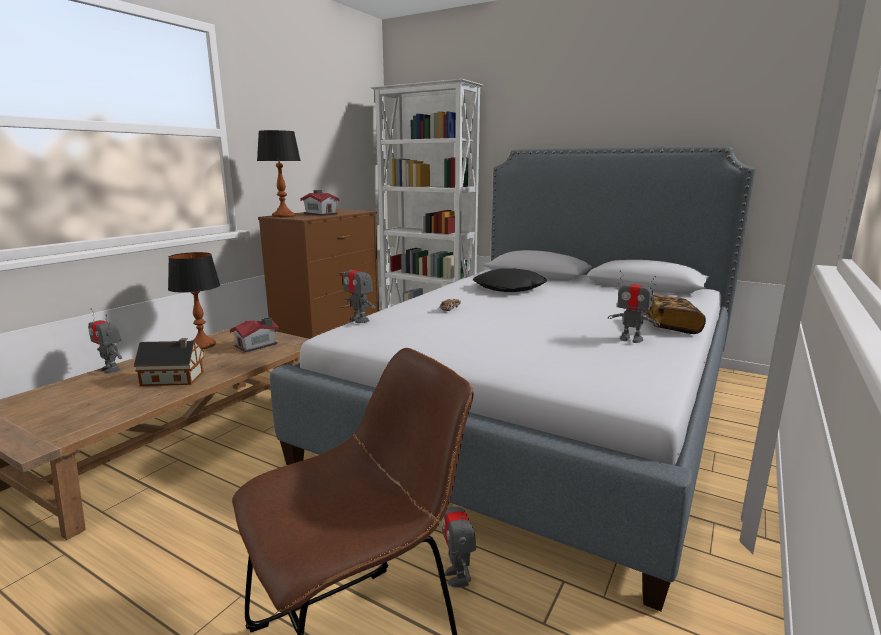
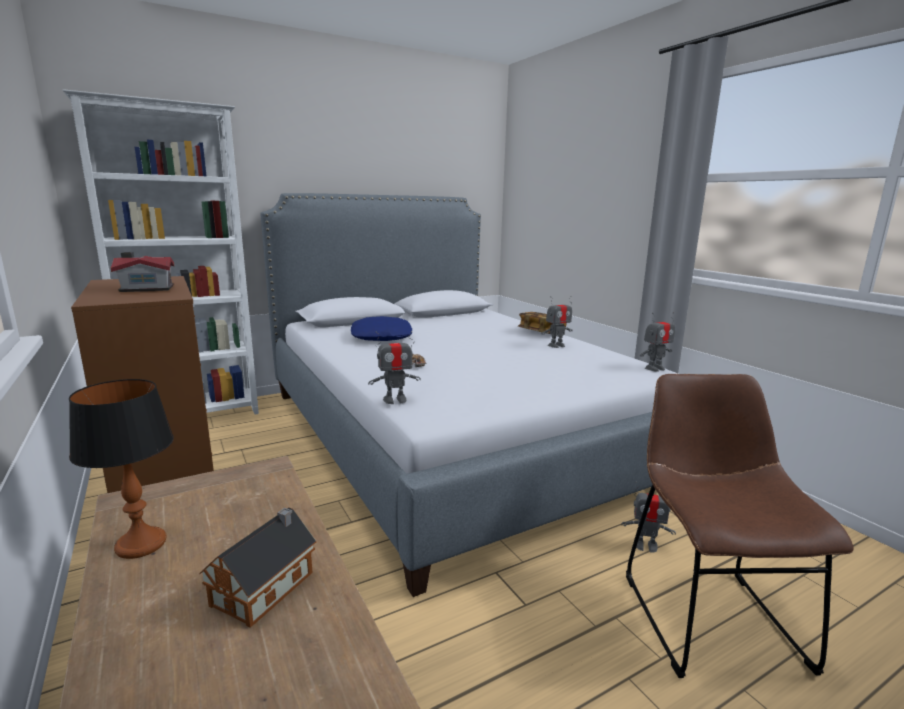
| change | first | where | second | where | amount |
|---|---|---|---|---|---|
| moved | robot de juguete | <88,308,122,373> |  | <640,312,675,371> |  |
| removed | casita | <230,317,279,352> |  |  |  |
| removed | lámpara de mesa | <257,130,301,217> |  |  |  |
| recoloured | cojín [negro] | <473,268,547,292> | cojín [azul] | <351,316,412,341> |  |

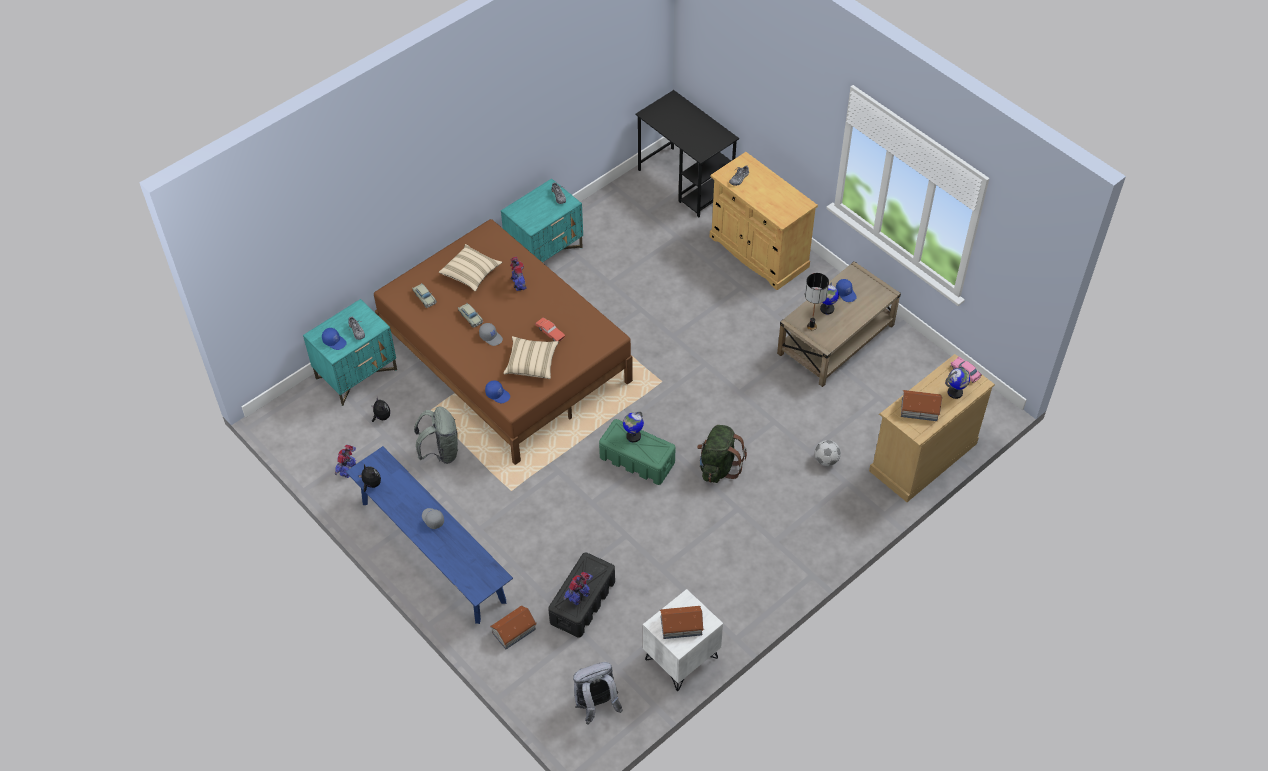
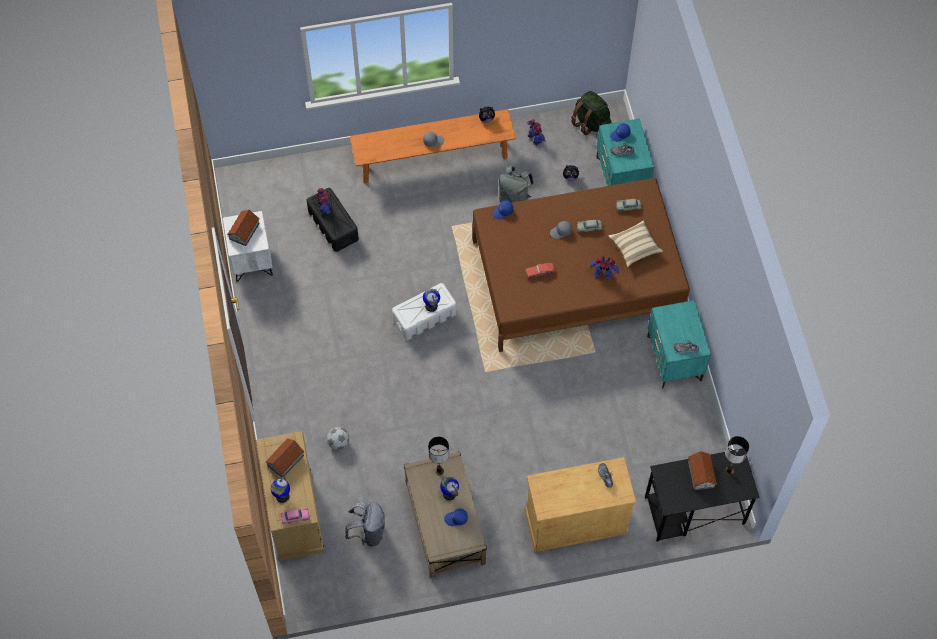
| change | first | where | second | where | amount |
|---|---|---|---|---|---|
| recoloured | banco [azul] | <346,446,513,624> | banco [naranja] | <350,109,516,184> |  |
| moved | casita | <490,606,537,649> |  | <688,451,717,490> |  |
| removed | cojín [beis] | <503,336,559,379> |  |  |  |
| moved | mochila [gris] | <573,662,623,725> |  | <345,502,385,547> |  |
| recoloured | caja de almacenaje [verde] | <599,419,676,485> | caja de almacenaje [blanco] | <392,283,456,340> |  |
| moved | mochila [verde] | <697,425,747,483> |  | <571,91,611,135> |  |
| added |  |  | lámpara de mesa | <724,436,749,476> |  |

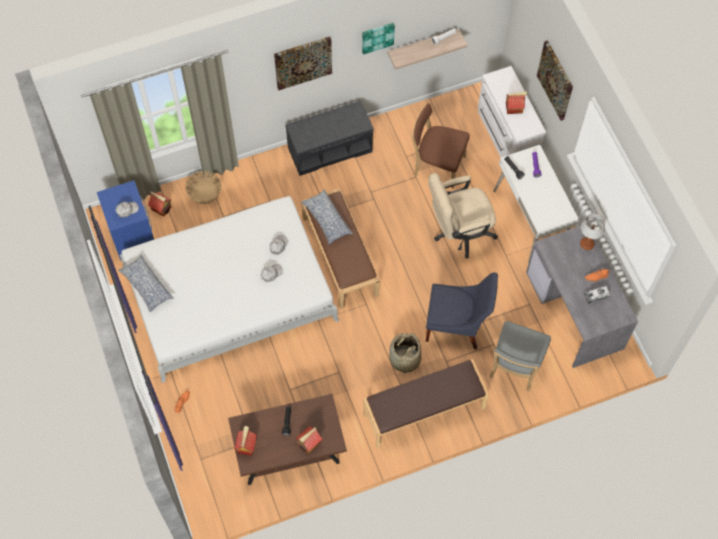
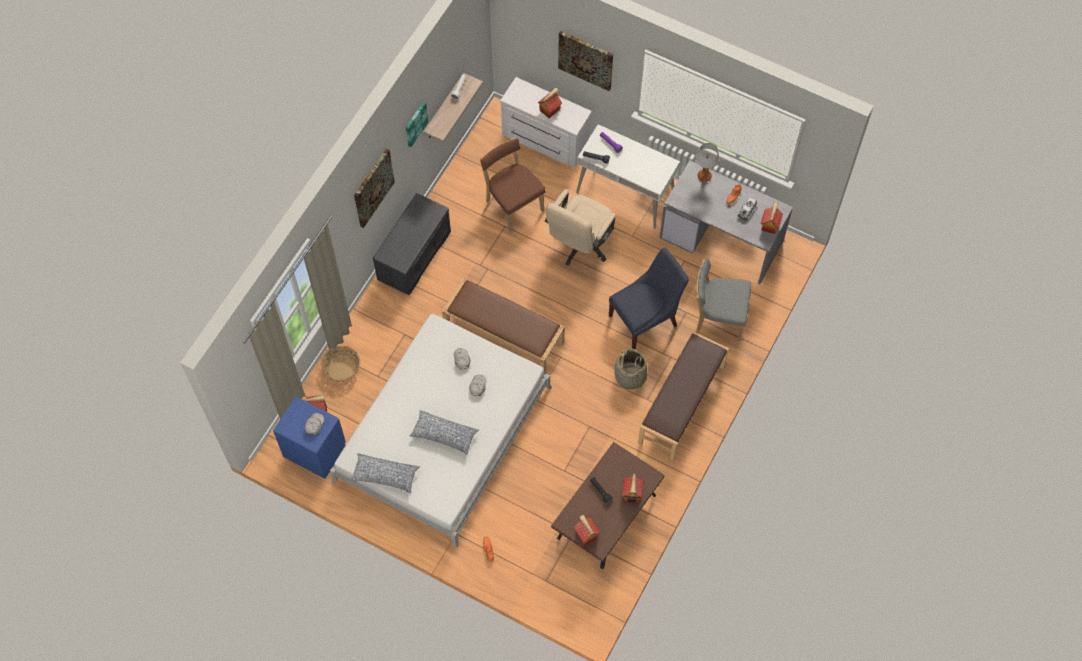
| change | first | where | second | where | amount |
|---|---|---|---|---|---|
| moved | cojín | <301,189,353,245> |  | <410,410,479,455> |  |
| turned | silla [marrón] | <412,103,470,189> |  | <480,138,545,232> | 75 degrees clockwise |
| turned | silla [gris] | <490,321,551,391> |  | <696,258,752,341> | 120 degrees clockwise |
| added |  |  | casita | <761,202,783,234> |  |

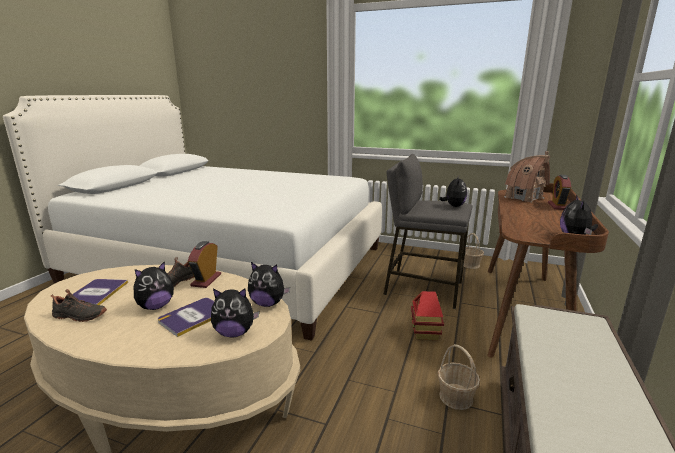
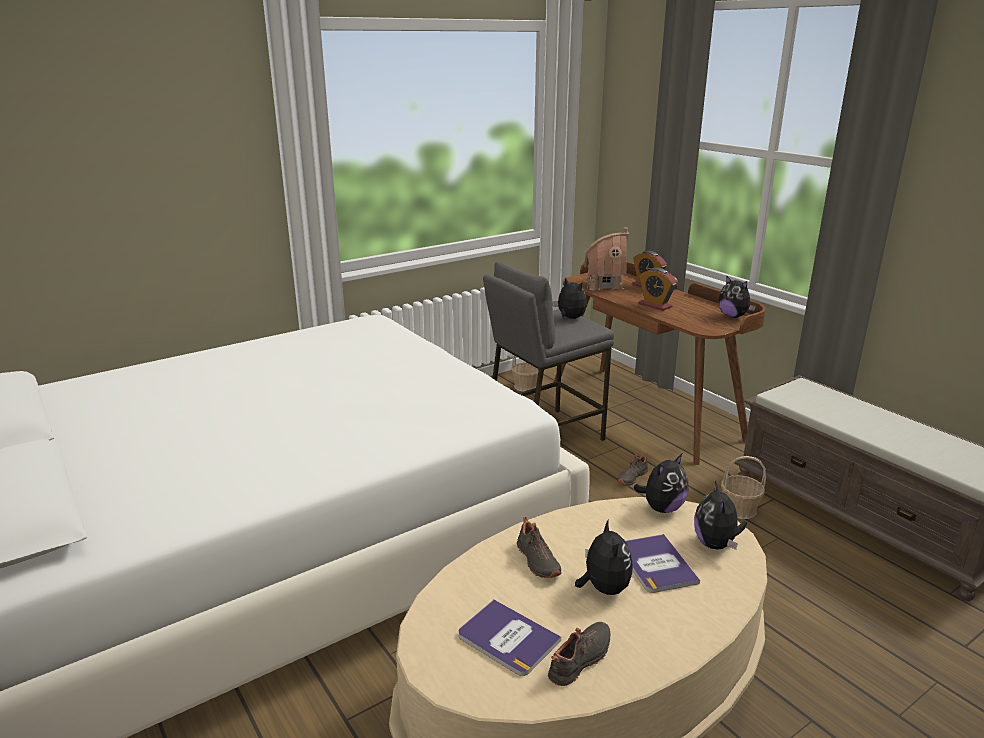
| change | first | where | second | where | amount |
|---|---|---|---|---|---|
| moved | despertador | <188,241,221,288> |  | <639,267,677,311> |  |
| turned | peluche | <211,288,259,338> |  | <694,481,747,550> | 150 degrees clockwise |
| replaced | casita | <411,291,444,340> | zapato [negro] | <617,453,648,486> |  |

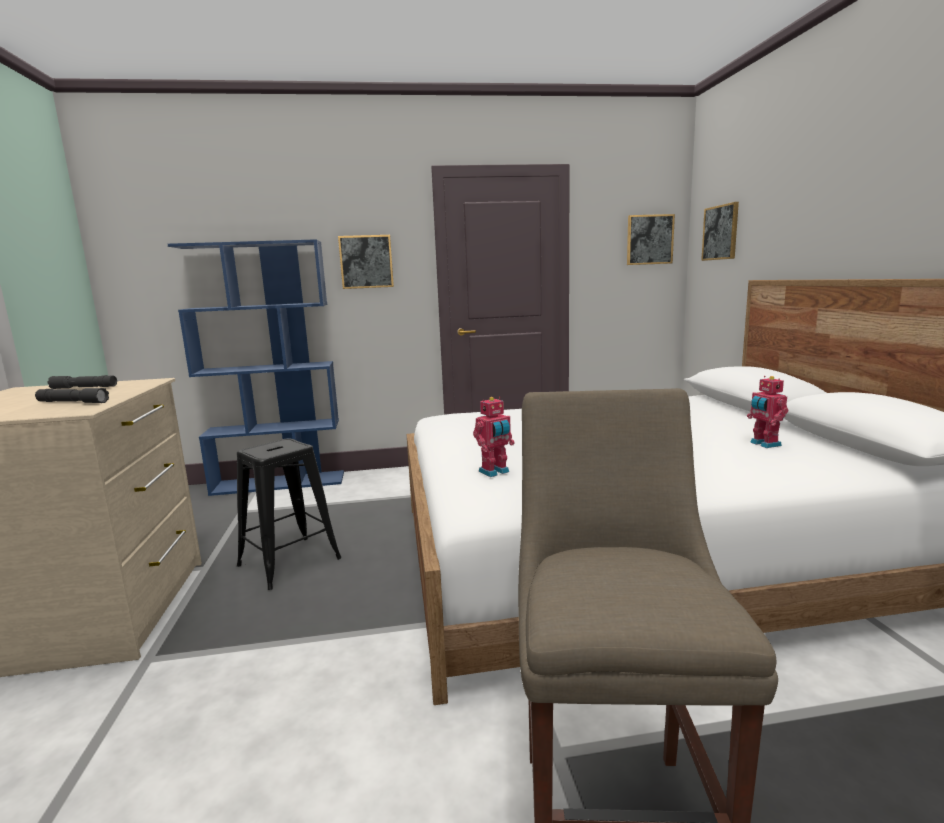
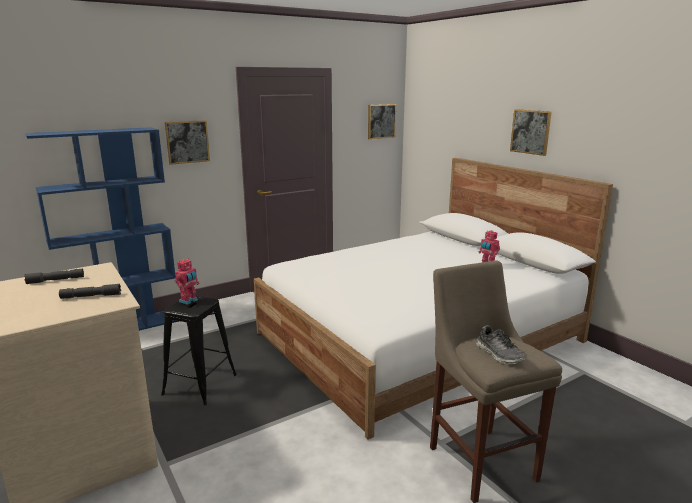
| change | first | where | second | where | amount |
|---|---|---|---|---|---|
| moved | robot de juguete | <473,397,515,477> |  | <174,258,200,305> |  |
| moved | cuadro | <701,202,739,261> |  | <510,109,552,156> |  |
| added |  |  | zapato | <476,325,526,364> |  |

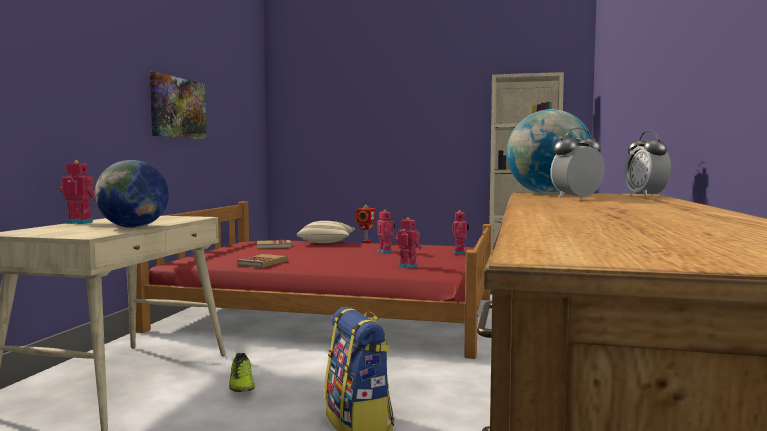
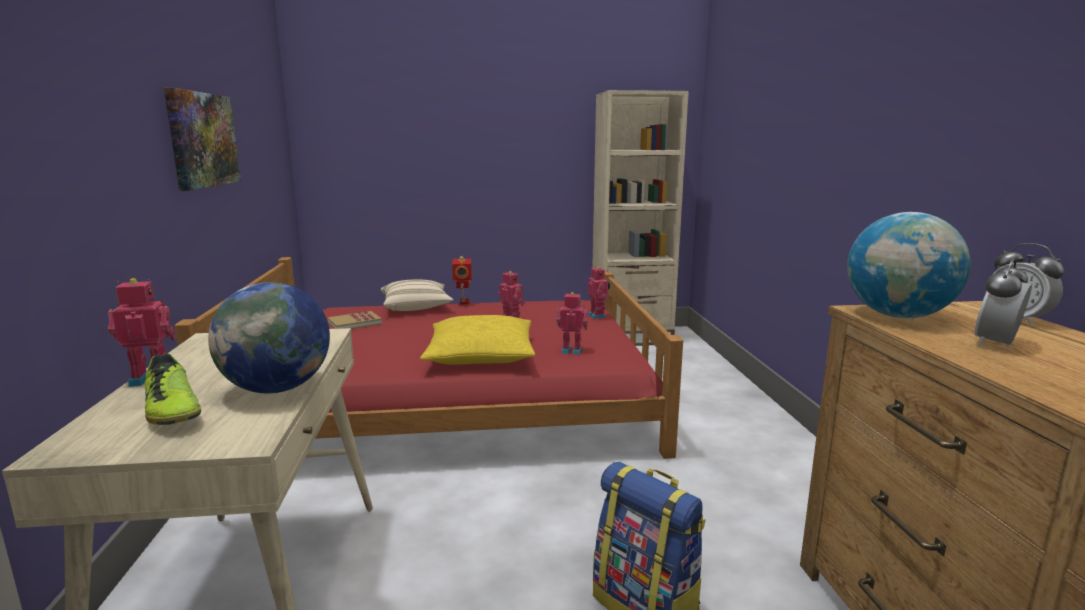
| change | first | where | second | where | amount |
|---|---|---|---|---|---|
| moved | zapato | <229,353,255,392> |  | <145,354,201,425> |  |
| removed | libro | <237,254,287,268> |  |  |  |
| added |  |  | cojín [amarillo] | <420,315,535,365> |  |

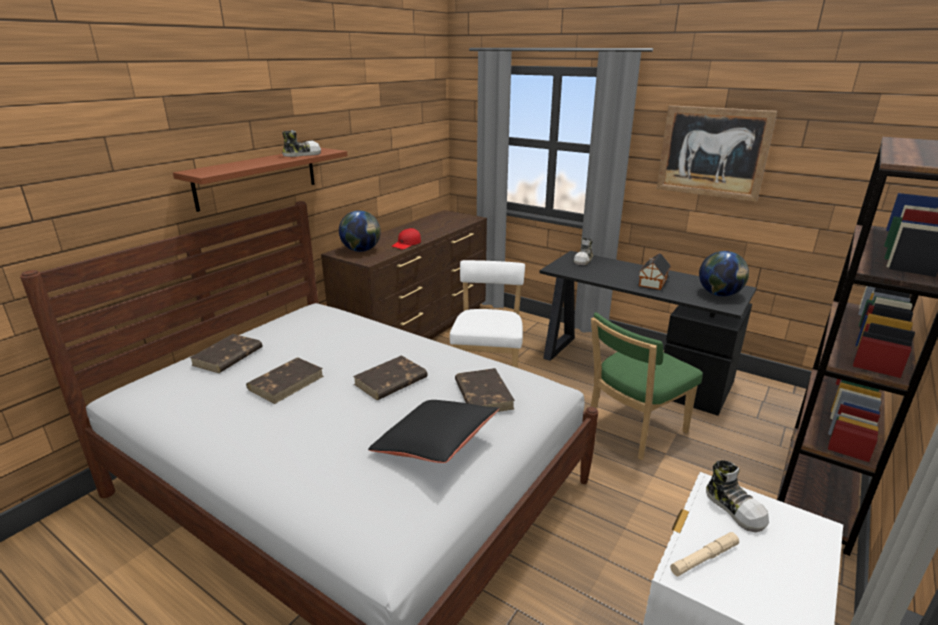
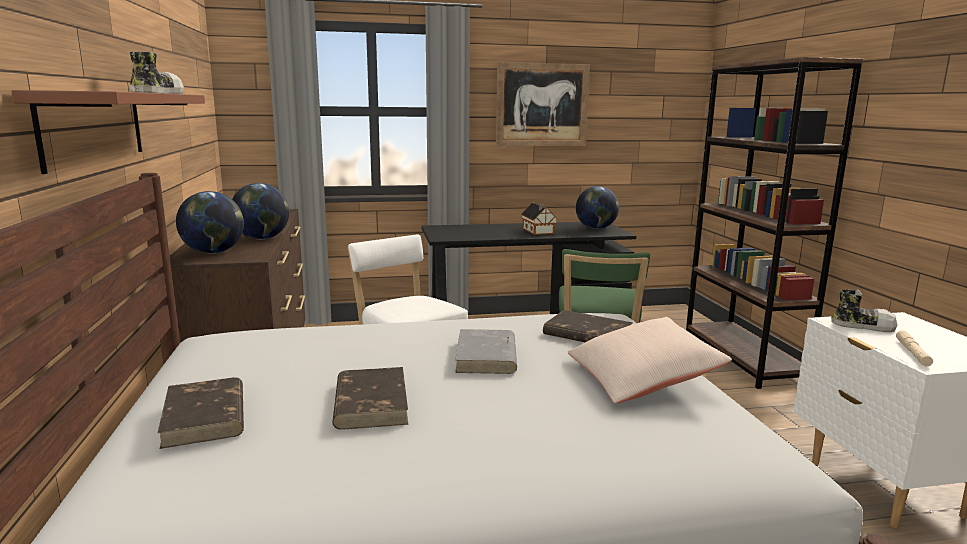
| change | first | where | second | where | amount |
|---|---|---|---|---|---|
| recoloured | libro [marrón] | <353,355,428,400> | libro [gris] | <455,329,517,374> |  |
| recoloured | cojín [negro] | <368,400,499,463> | cojín [beis] | <568,317,732,404> |  |
| replaced | gorra [rojo] | <391,228,421,250> | globo terráqueo | <232,183,289,239> |  |
| removed | zapato | <574,238,593,265> |  |  |  |

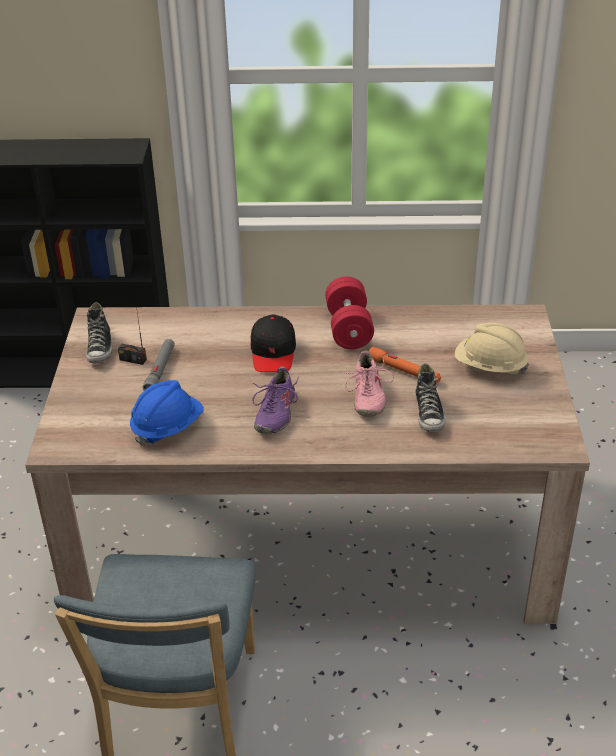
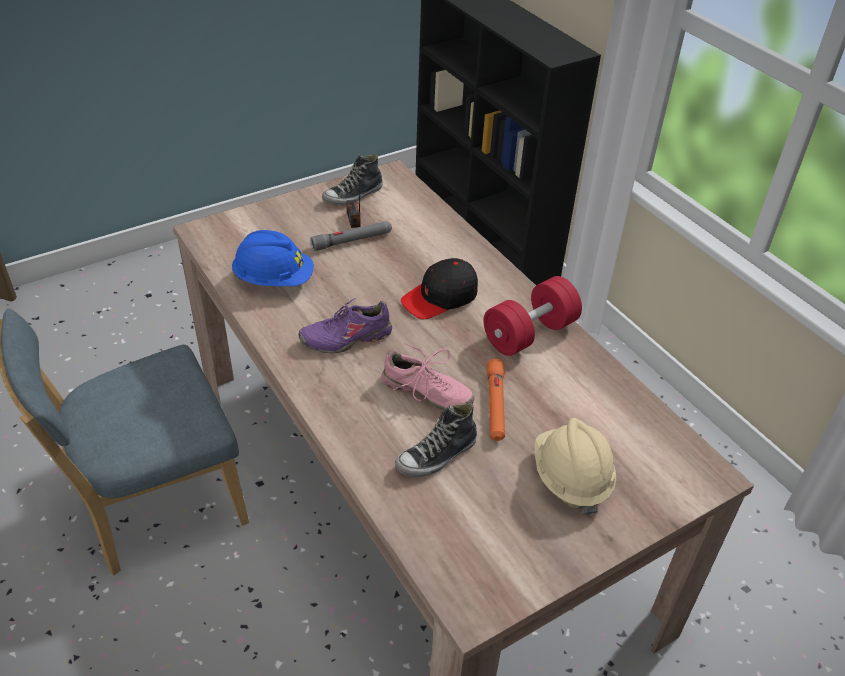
| change | first | where | second | where | amount |
|---|---|---|---|---|---|
| turned | zapato [rosa] | <340,350,394,417> |  | <382,344,474,411> | 120 degrees counterclockwise |

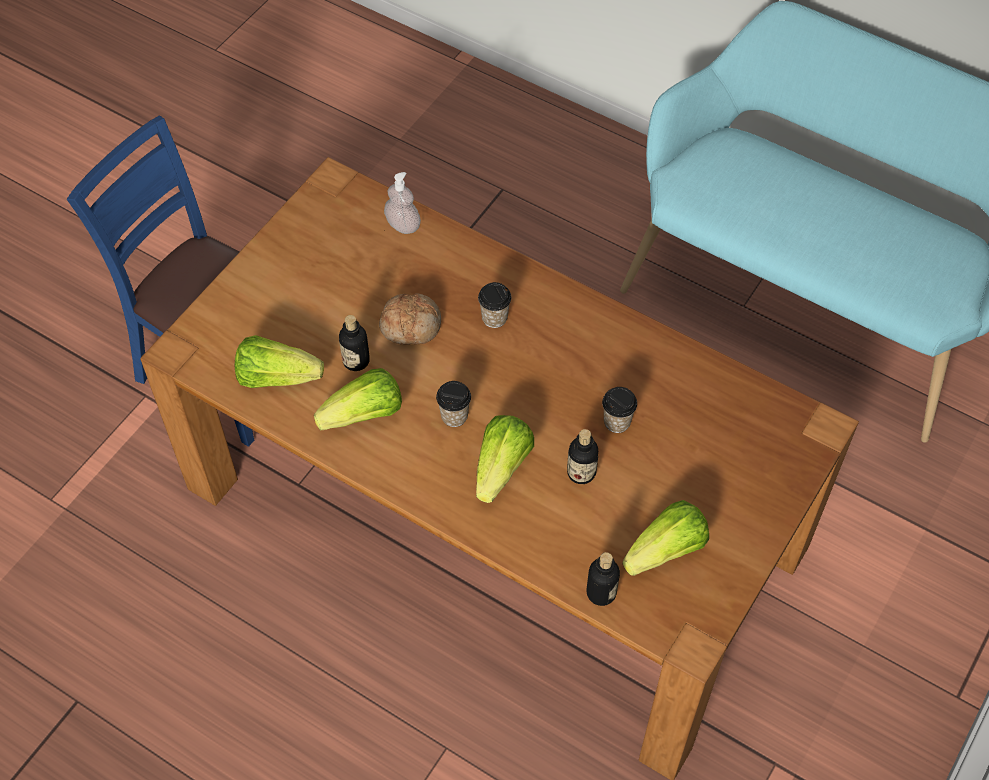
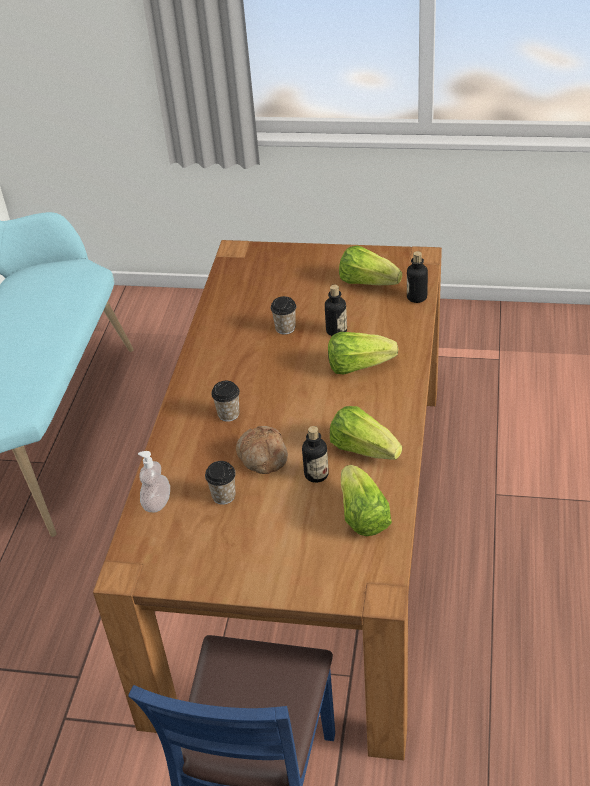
| change | first | where | second | where | amount |
|---|---|---|---|---|---|
| moved | taza | <436,381,471,427> |  | <205,461,236,505> |  |

